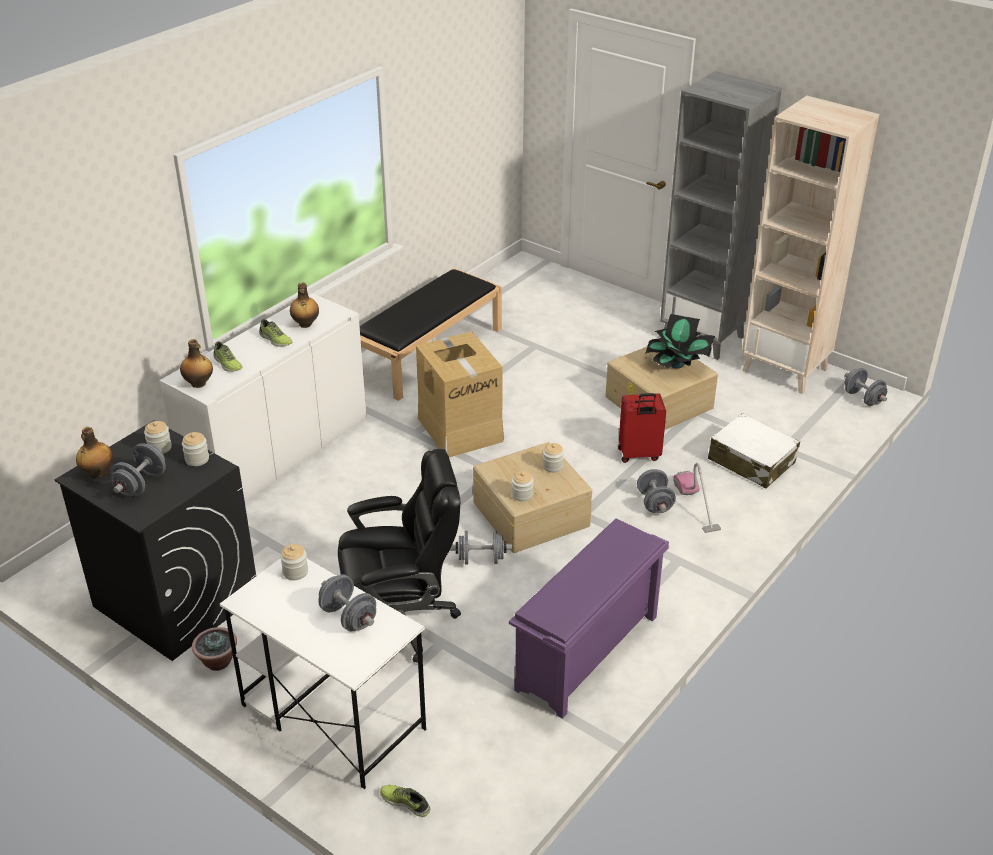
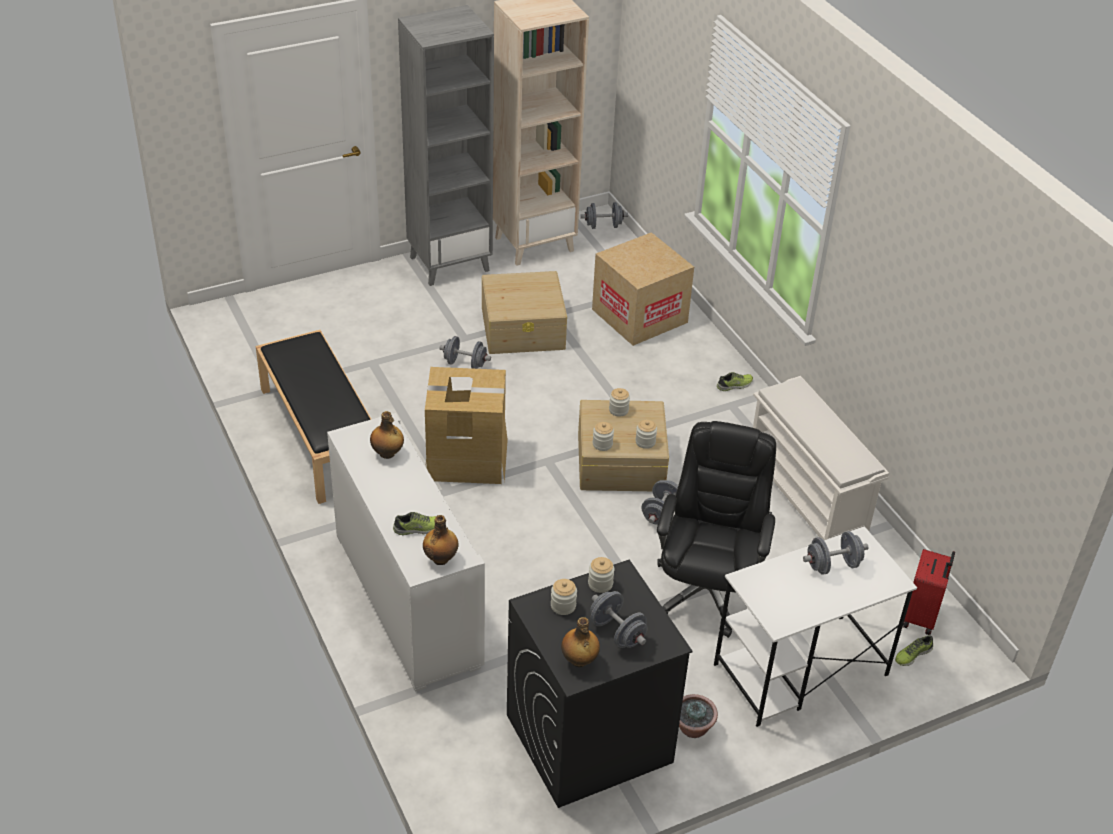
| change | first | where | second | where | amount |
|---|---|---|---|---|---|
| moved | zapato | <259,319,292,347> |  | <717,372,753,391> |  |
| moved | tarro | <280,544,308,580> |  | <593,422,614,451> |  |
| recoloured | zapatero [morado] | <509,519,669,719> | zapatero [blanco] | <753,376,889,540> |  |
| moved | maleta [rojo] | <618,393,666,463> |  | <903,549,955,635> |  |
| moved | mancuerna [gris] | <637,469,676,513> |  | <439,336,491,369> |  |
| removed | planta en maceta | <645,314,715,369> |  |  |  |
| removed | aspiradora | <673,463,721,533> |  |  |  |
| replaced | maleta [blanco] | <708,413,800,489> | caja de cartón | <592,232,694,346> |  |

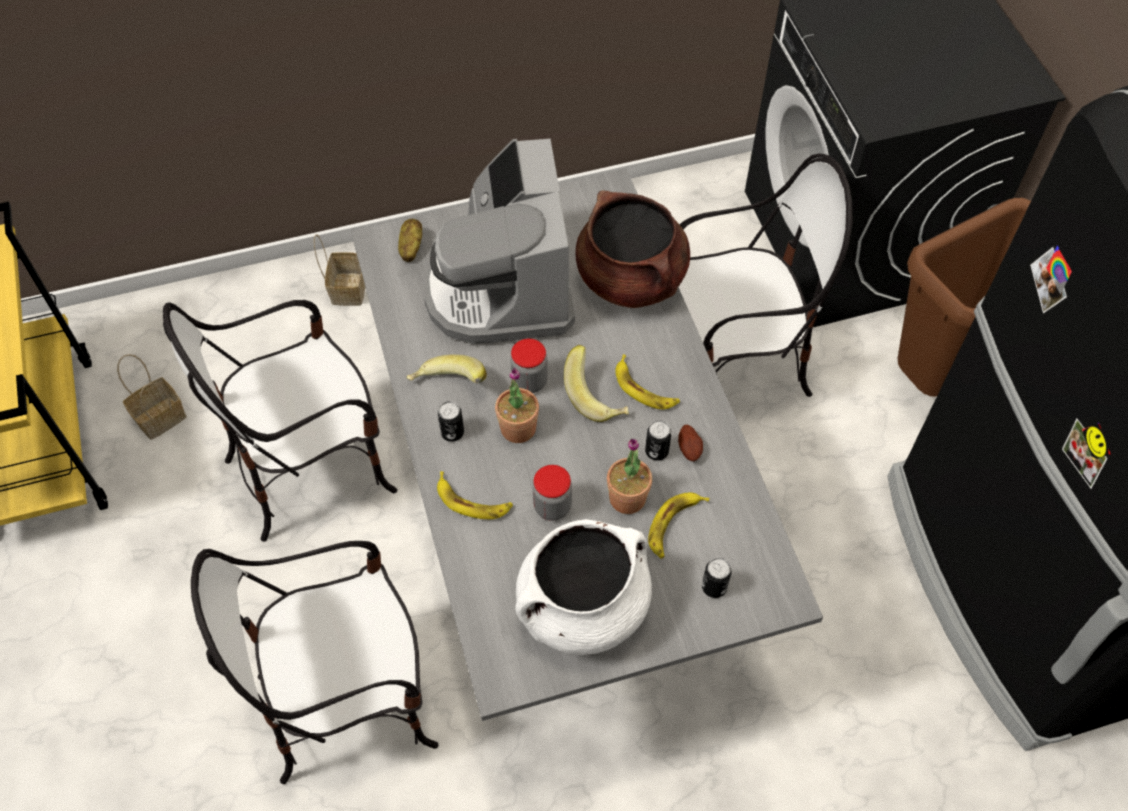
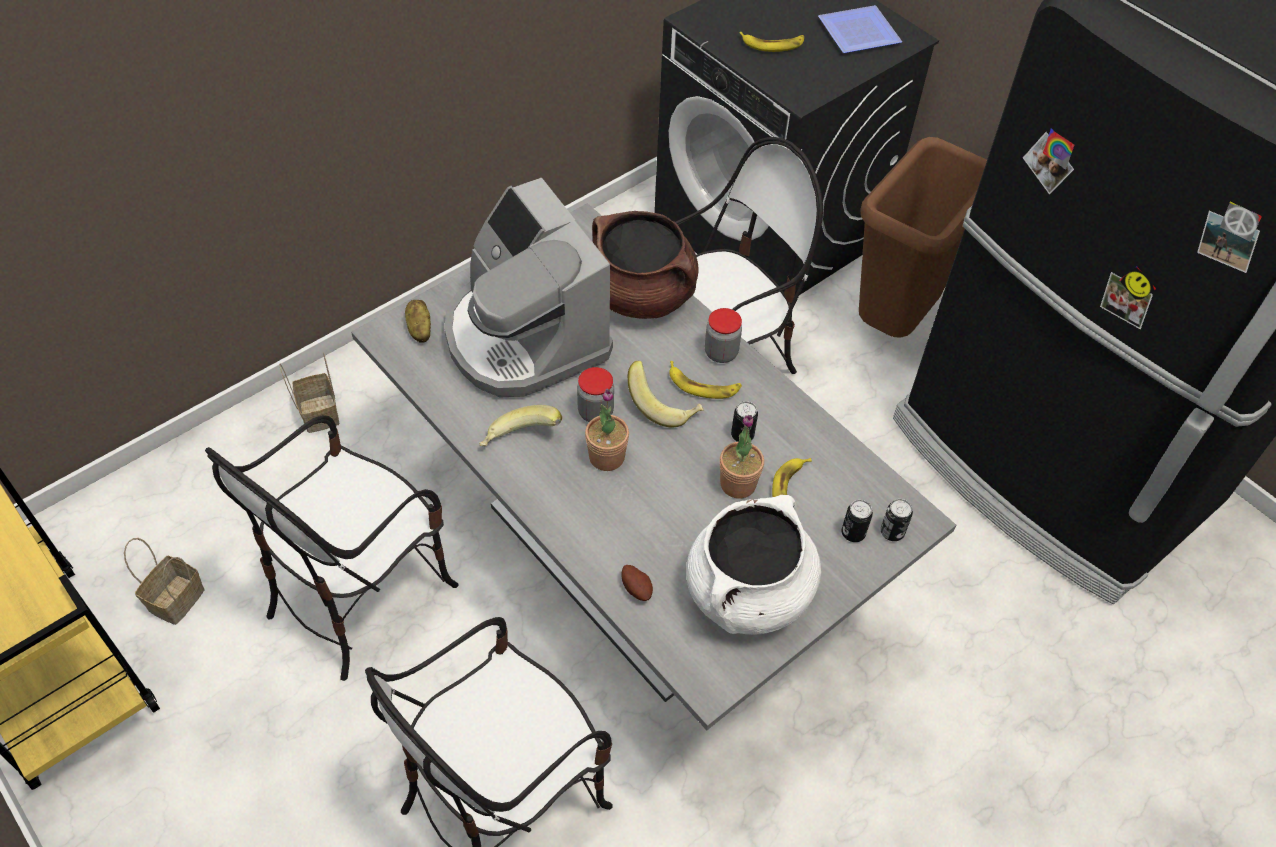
| change | first | where | second | where | amount |
|---|---|---|---|---|---|
| moved | lata | <437,401,464,442> |  | <881,499,913,541> |  |
| moved | plátano | <437,471,513,519> |  | <740,32,804,52> |  |
| moved | tarro | <533,465,572,521> |  | <705,308,742,363> |  |
| moved | patata | <678,425,703,461> |  | <622,565,653,601> |  |
| added |  |  | plato | <818,5,902,53> |  |

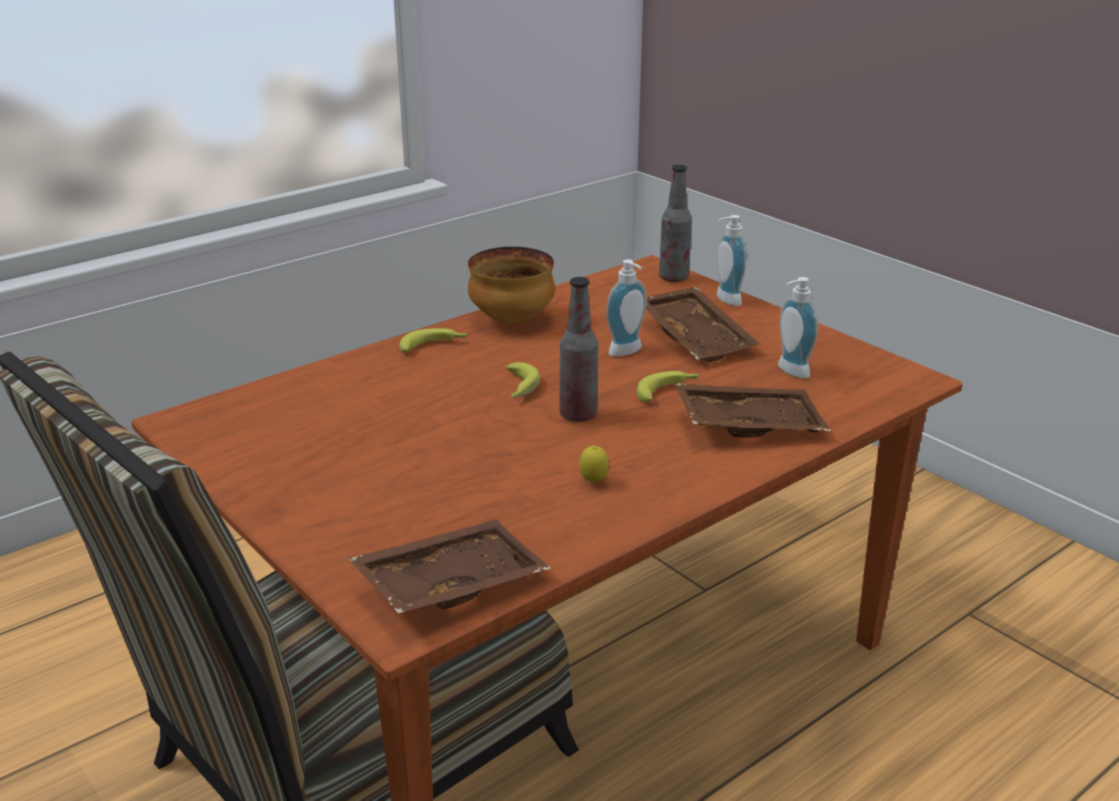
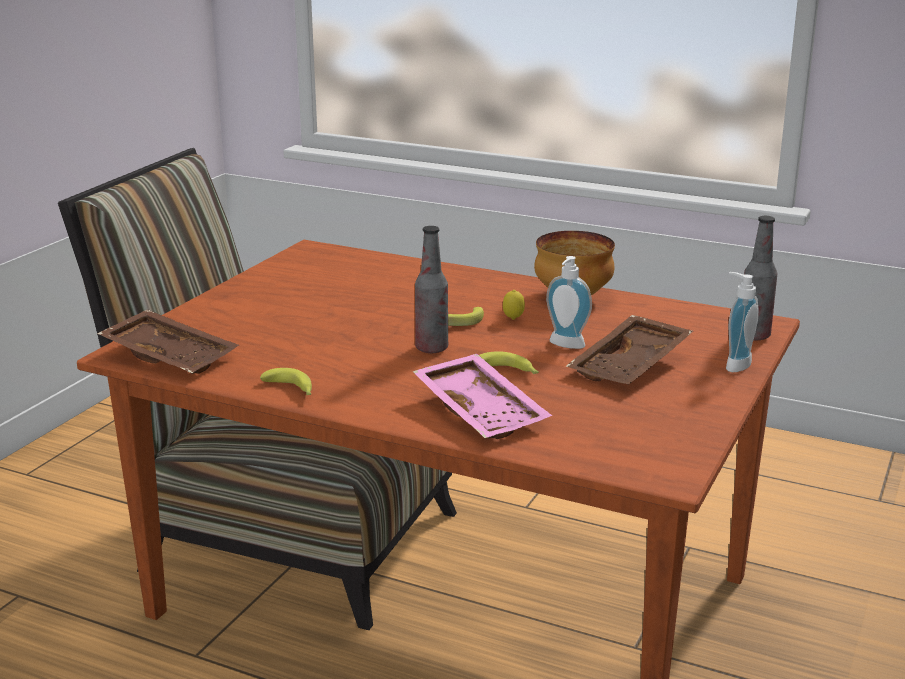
| change | first | where | second | where | amount |
|---|---|---|---|---|---|
| moved | plátano | <399,328,468,353> |  | <260,368,312,395> |  |
| moved | limón | <579,445,609,483> |  | <503,290,525,320> |  |
| recoloured | bandeja [marrón] | <675,383,831,438> | bandeja [rosa] | <412,354,552,439> |  |
| removed | dispensador de jabón | <778,277,818,379> |  |  |  |

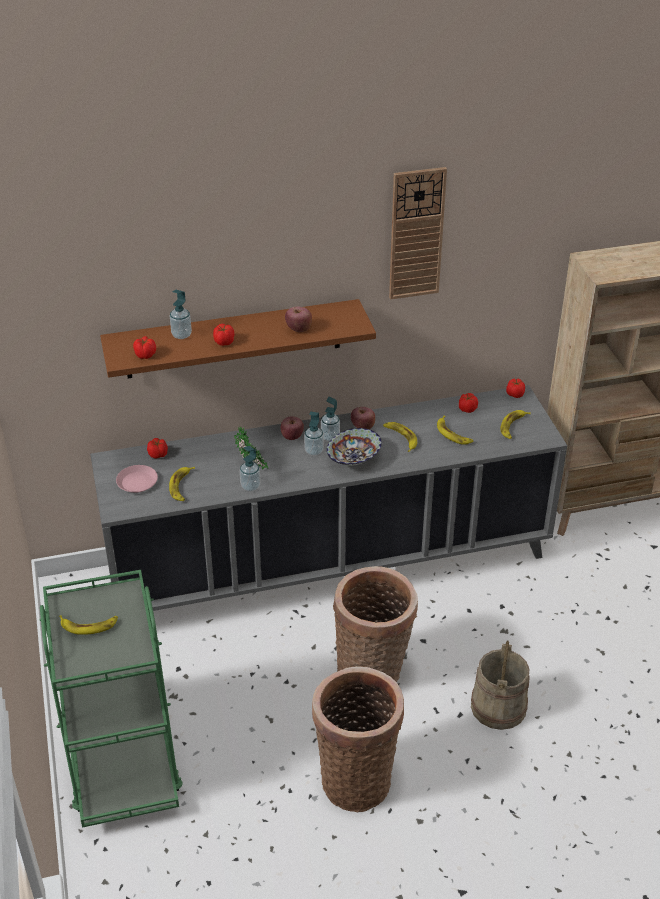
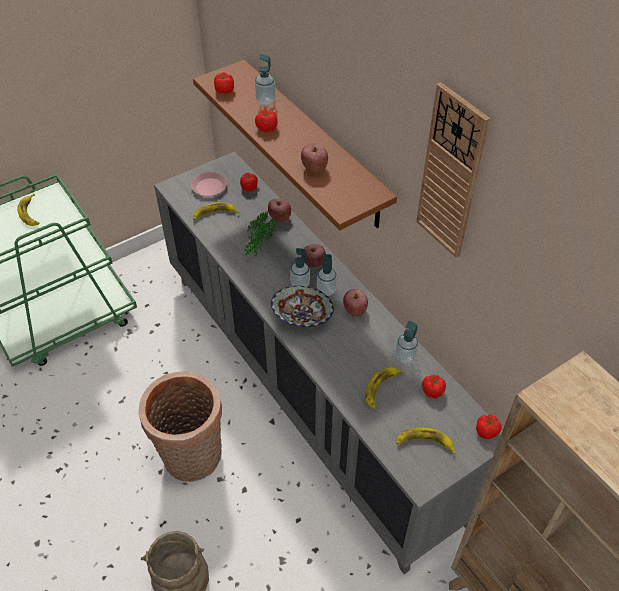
| change | first | where | second | where | amount |
|---|---|---|---|---|---|
| moved | dispensador de jabón | <240,446,261,491> |  | <395,321,418,364> |  |
| removed | cesta | <312,666,404,812> |  |  |  |
| removed | plátano | <383,422,417,452> |  |  |  |
| added |  |  | manzana | <268,198,291,222> |  |

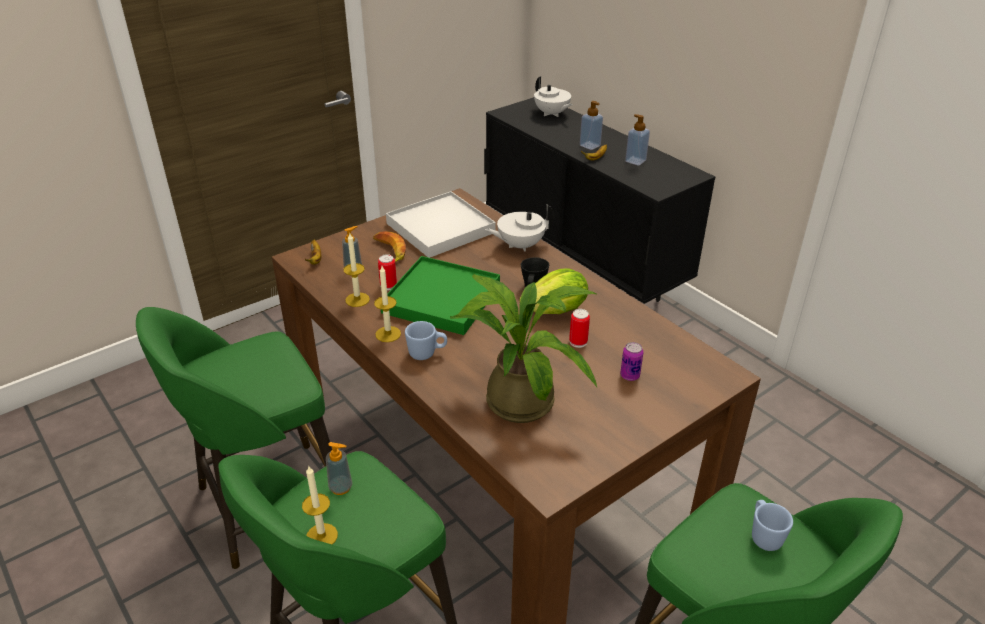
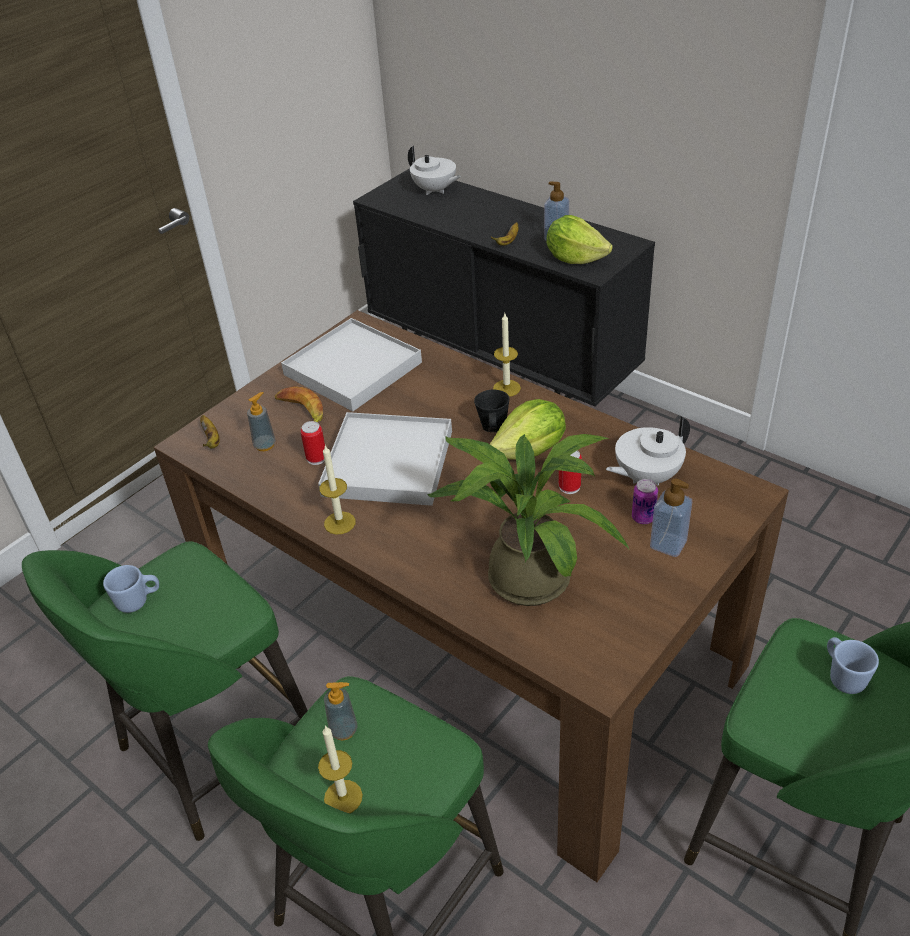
| change | first | where | second | where | amount |
|---|---|---|---|---|---|
| moved | vela | <343,233,370,307> |  | <493,313,521,397> |  |
| recoloured | bandeja [verde] | <381,256,500,335> | bandeja [blanco] | <318,412,452,506> |  |
| moved | taza grande [azul] | <405,321,447,360> |  | <103,565,159,613> |  |
| moved | tetera [blanco] | <485,205,554,251> |  | <606,416,690,486> |  |
| moved | dispensador de jabón | <580,101,603,150> |  | <650,479,692,557> |  |
| added |  |  | lechuga | <546,215,613,264> |  |

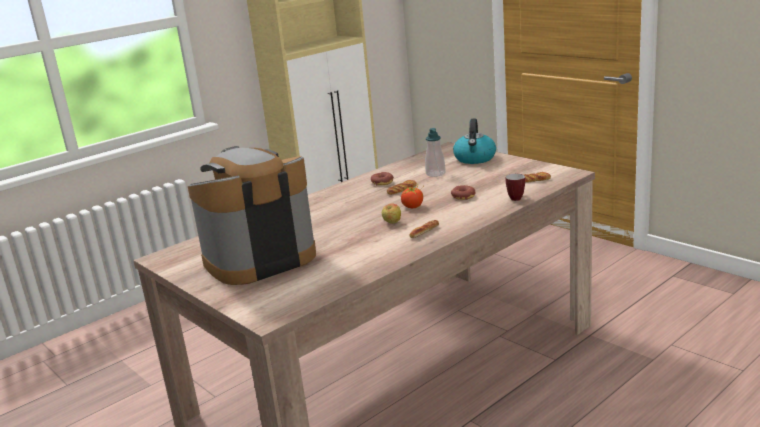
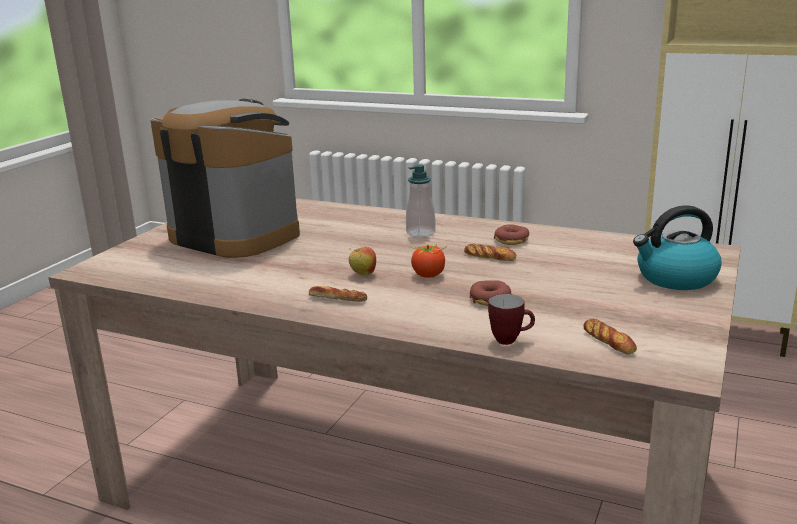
| change | first | where | second | where | amount |
|---|---|---|---|---|---|
| moved | dispensador de jabón | <425,128,446,177> |  | <406,164,436,237> |  |

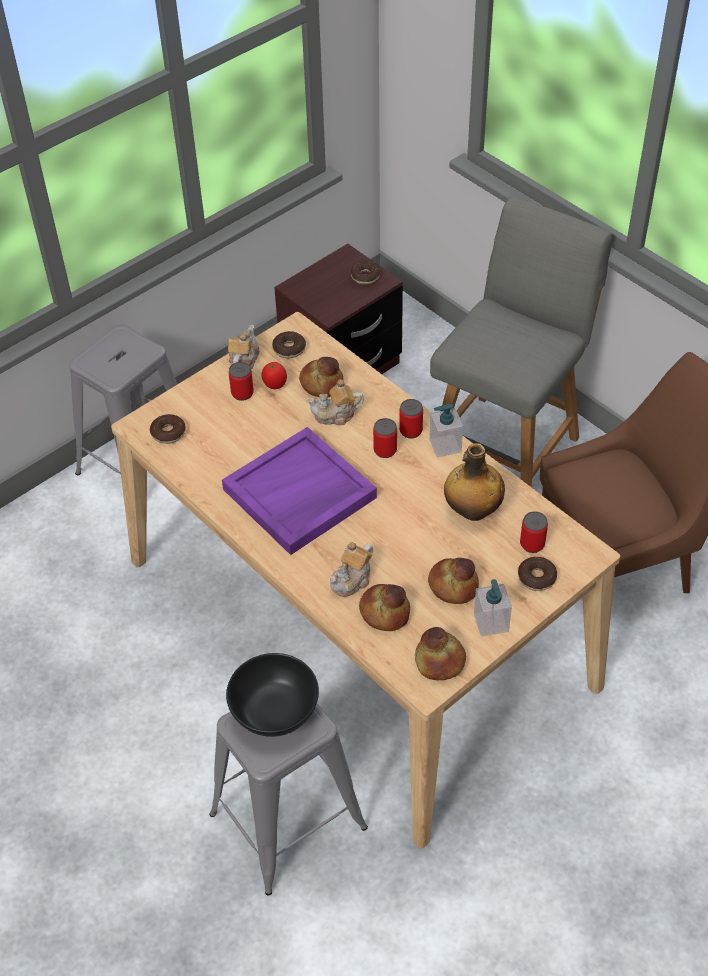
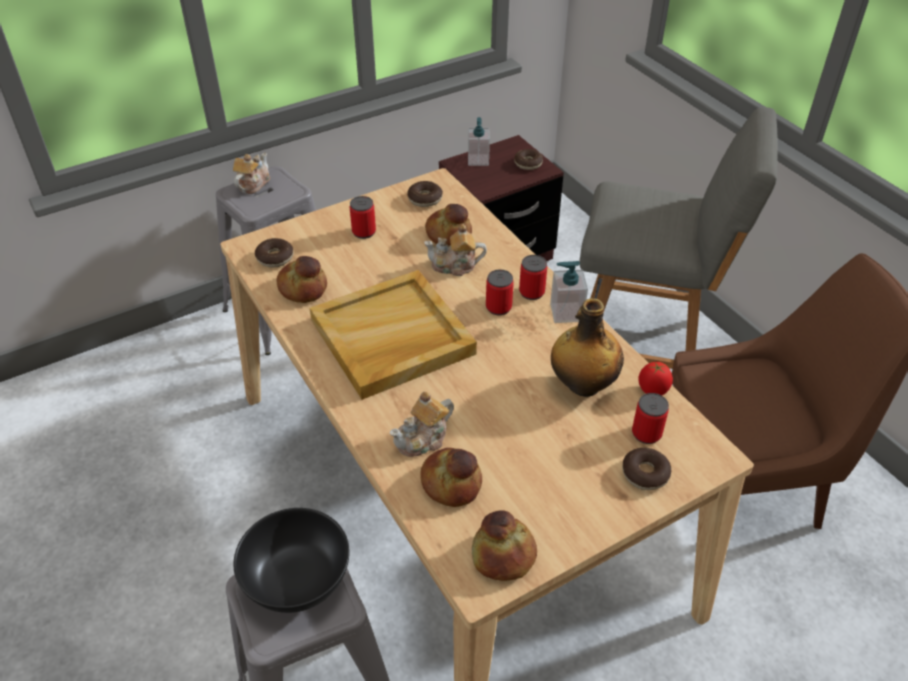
| change | first | where | second | where | amount |
|---|---|---|---|---|---|
| recoloured | bandeja [morado] | <222,427,377,555> | bandeja [beis] | <310,270,477,400> |  |
| moved | tetera | <228,325,260,370> |  | <233,153,270,194> |  |
| moved | tomate | <261,362,287,389> |  | <638,362,673,395> |  |
| moved | pan | <428,558,479,604> |  | <277,256,327,303> |  |
| turned | silla [gris] | <430,196,613,487> |  | <580,107,778,369> | 60 degrees clockwise |
| moved | dispensador de jabón | <474,579,512,637> |  | <468,117,490,166> |  |

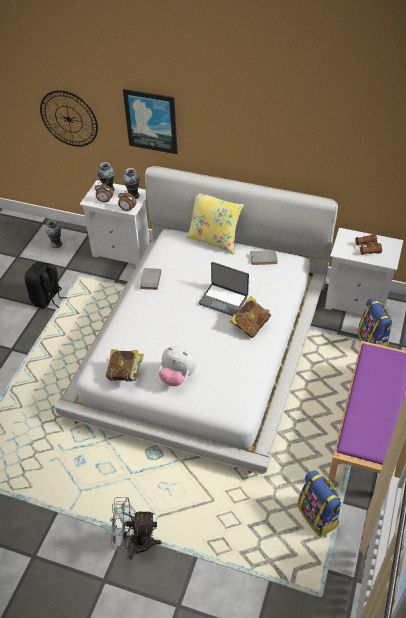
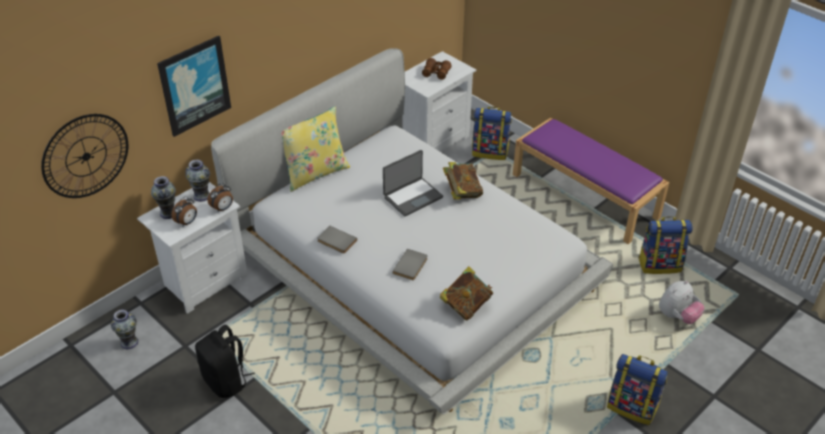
| change | first | where | second | where | amount |
|---|---|---|---|---|---|
| replaced | ventilador [gris] | <110,497,162,560> | mochila | <607,354,668,425> |  |
| moved | peluche | <159,346,196,386> |  | <659,280,704,324> |  |
| moved | libro [gris] | <250,250,278,265> |  | <392,249,427,280> |  |

